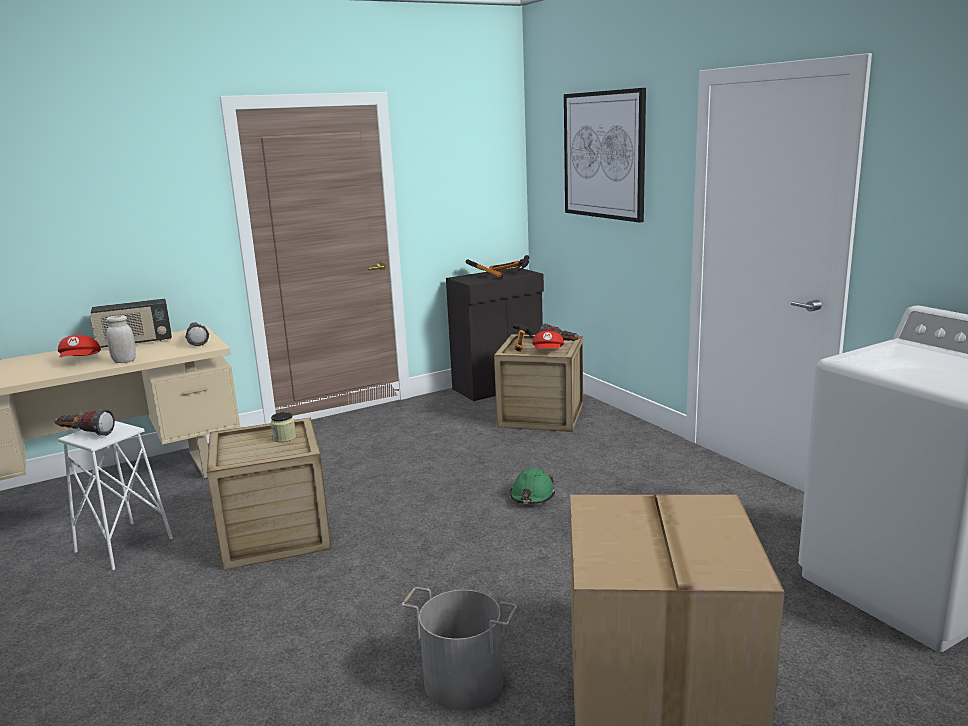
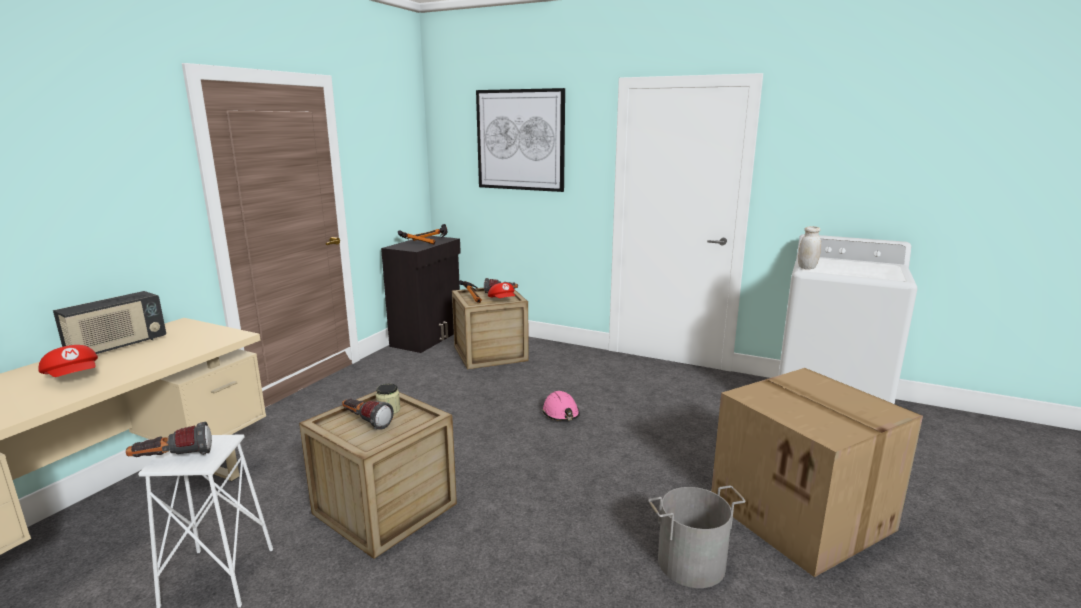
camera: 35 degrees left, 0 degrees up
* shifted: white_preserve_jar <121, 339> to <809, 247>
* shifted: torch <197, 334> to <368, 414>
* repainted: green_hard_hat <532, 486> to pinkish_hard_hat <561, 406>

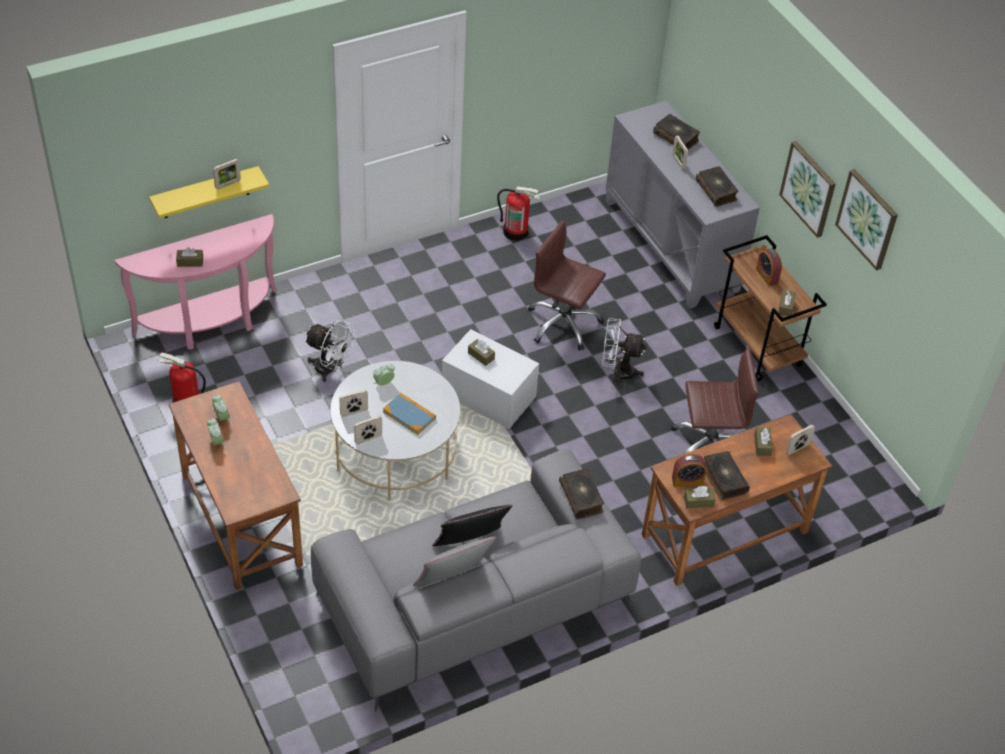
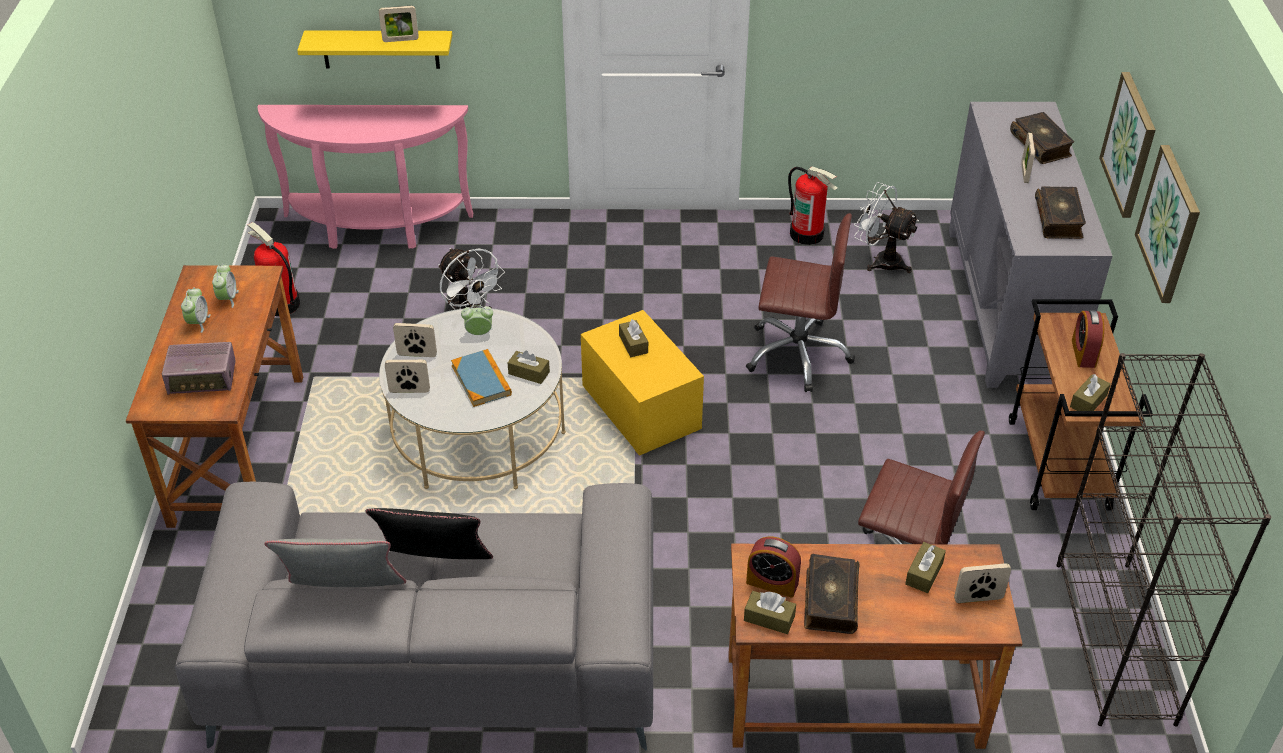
camera: 30 degrees right, 5 degrees down
* shifted: wall_art <866, 219> to <1127, 145>
* rotated: brown-coloured_computer_chair <567, 285> = <800, 302> 135 degrees clockwise
* shifted: brown-coloured_tissue_box <189, 257> to <528, 367>
* shifted: white_fan <624, 351> to <886, 227>
* repainted: white_storage_container <490, 379> to yellow_storage_container <642, 383>
* gone: book <581, 493>
* new: radio_receiver <199, 368>
* new: black_shelving_unit <1163, 540>

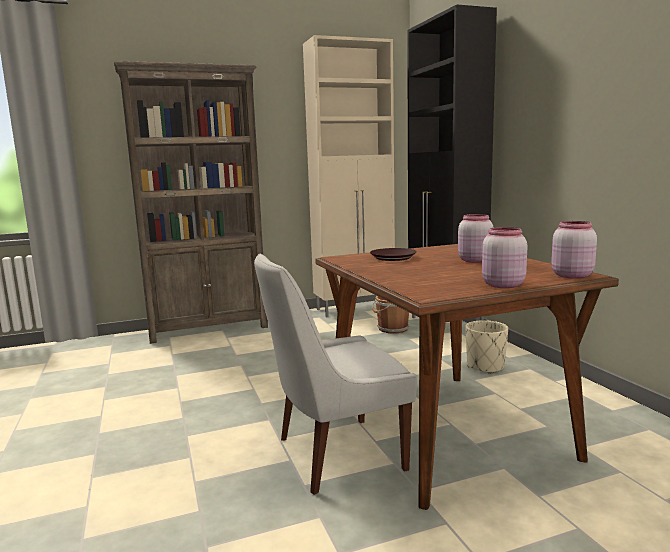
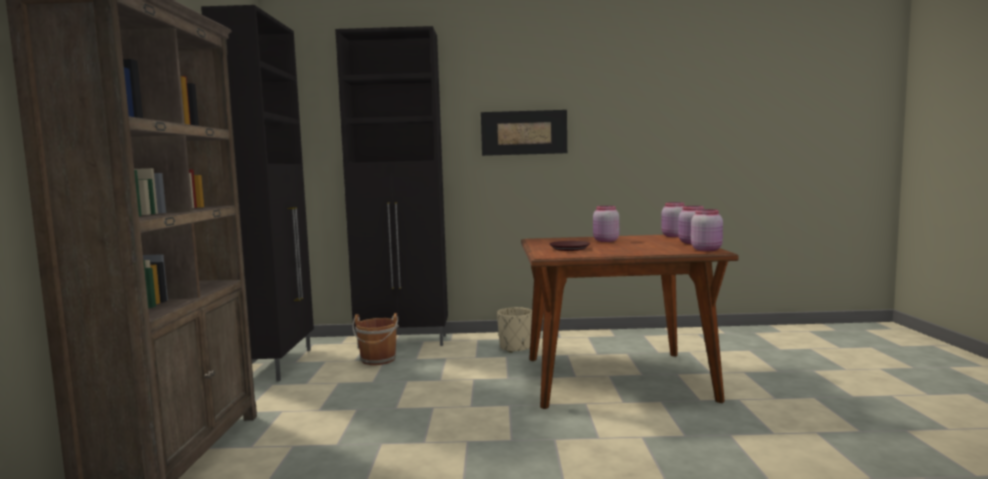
camera: 70 degrees left, 5 degrees down
* repainted: beige-coloured_cabinet <349, 176> to black_cabinet <257, 193>
* gone: white_upright_chair <335, 374>
* new: wall_art <524, 133>
* new: pinkish_preserve_jar <707, 230>

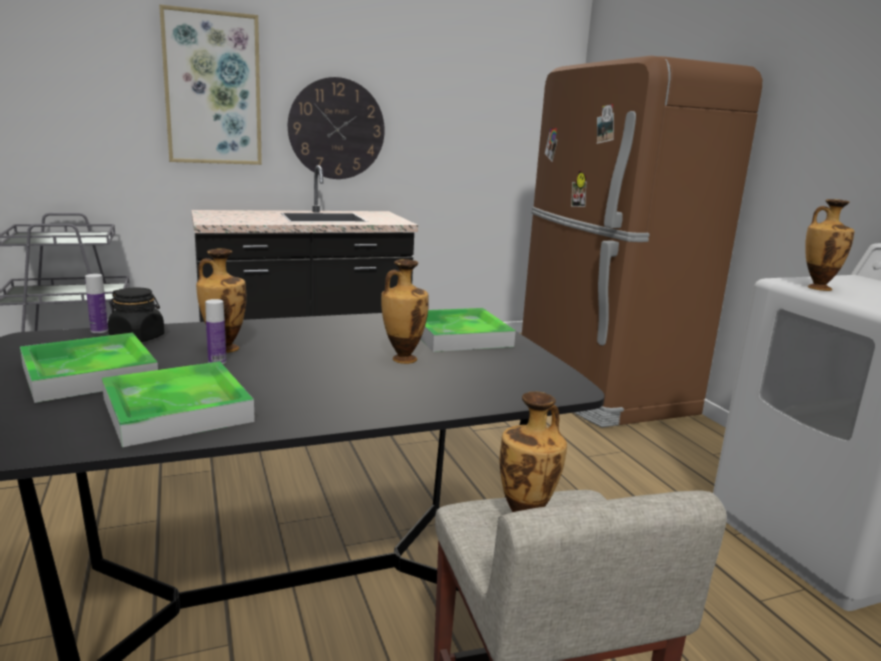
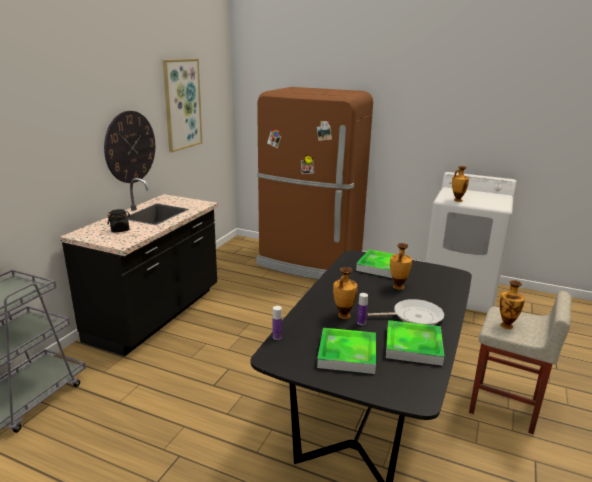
camera: 45 degrees left, 5 degrees up
* shifted: wall_art <210, 84> to <182, 105>
* shifted: black_preserve_jar <136, 315> to <118, 220>
* new: skillet <406, 312>

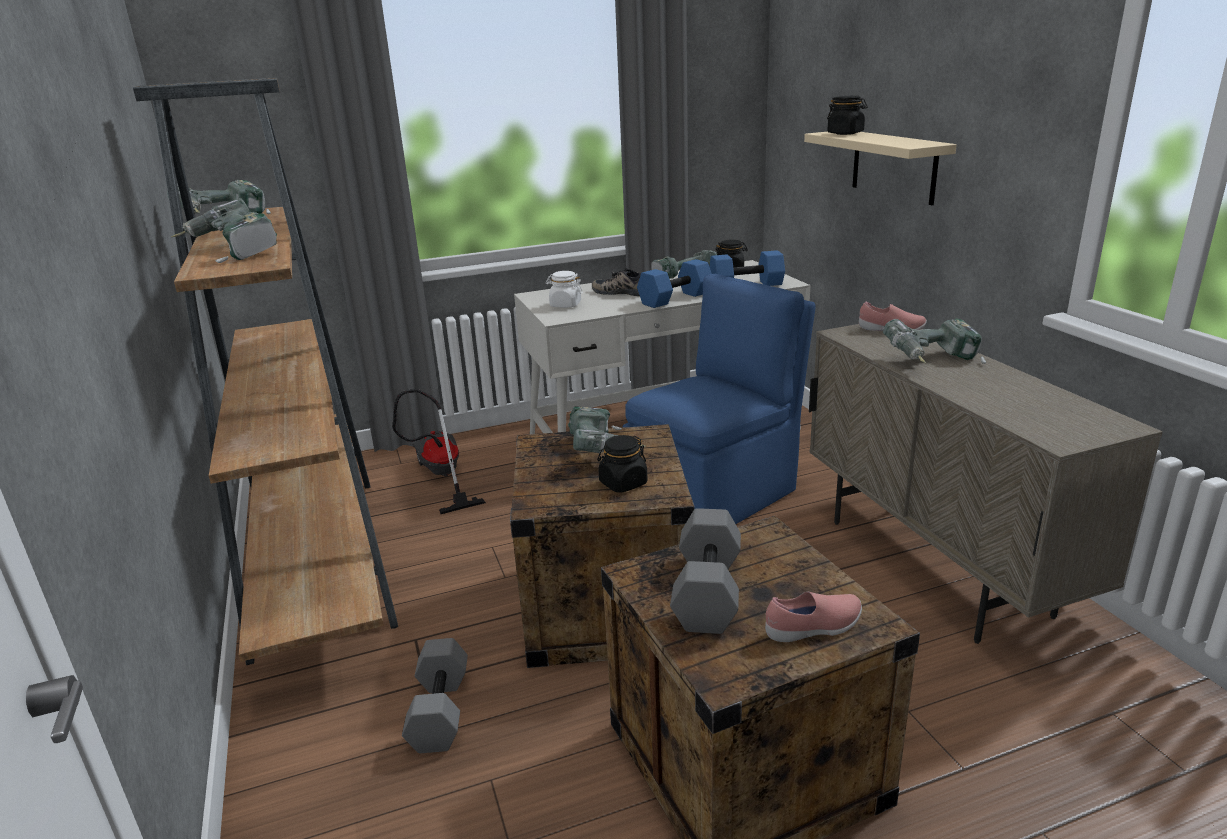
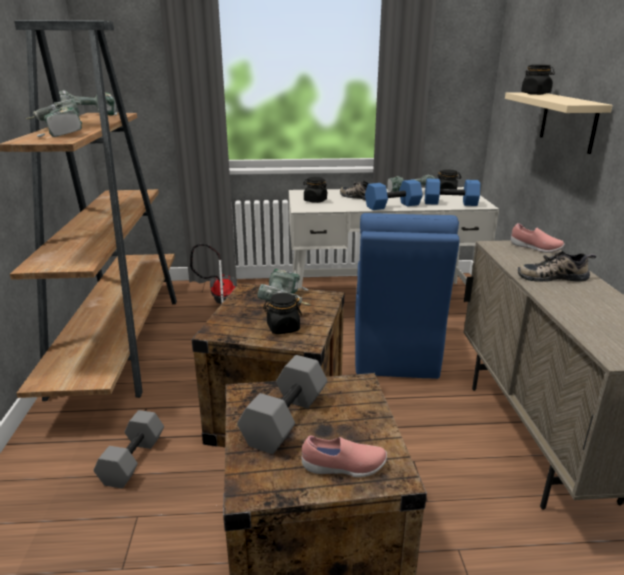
camera: 15 degrees right, 0 degrees up
* repainted: white_preserve_jar <564, 289> to black_preserve_jar <315, 190>
* rotated: bluish_upright_chair <719, 399> = <407, 296> 120 degrees clockwise
* swapped: power_drill <934, 341> to shoe <557, 266>

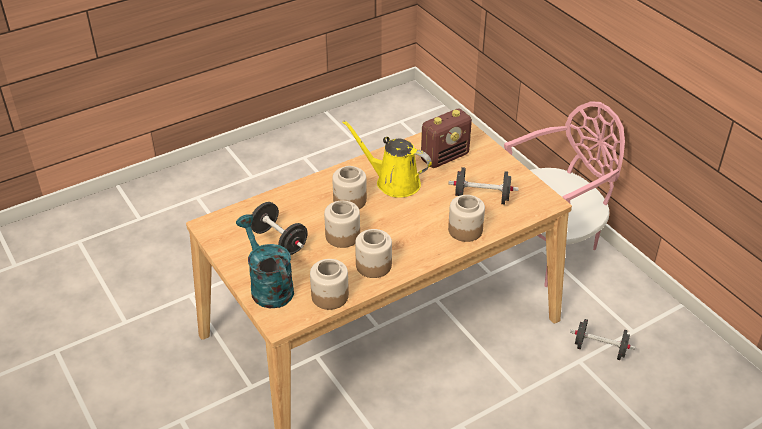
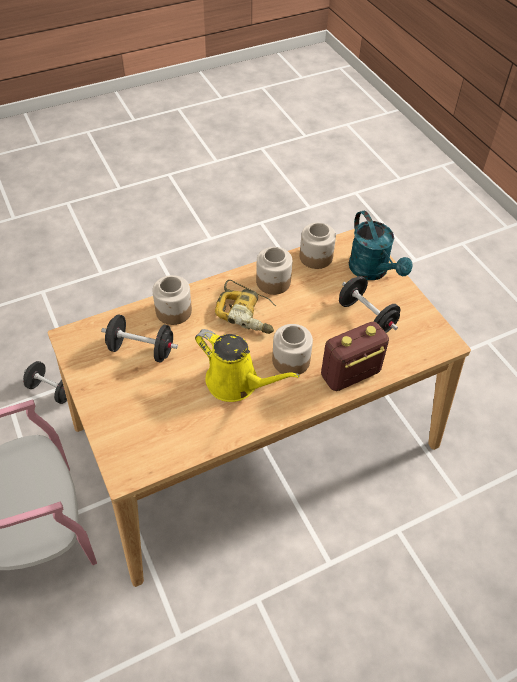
camera: 175 degrees left, 10 degrees up
* shifted: radio_receiver <446, 138> to <355, 356>
* gone: preserve_jar <342, 224>
* new: power_drill <245, 307>

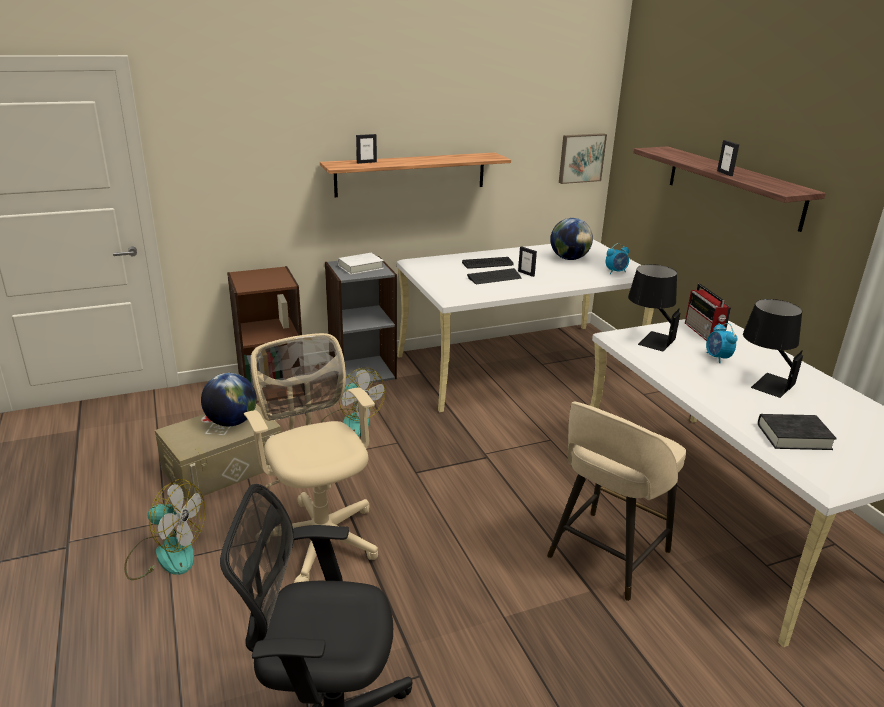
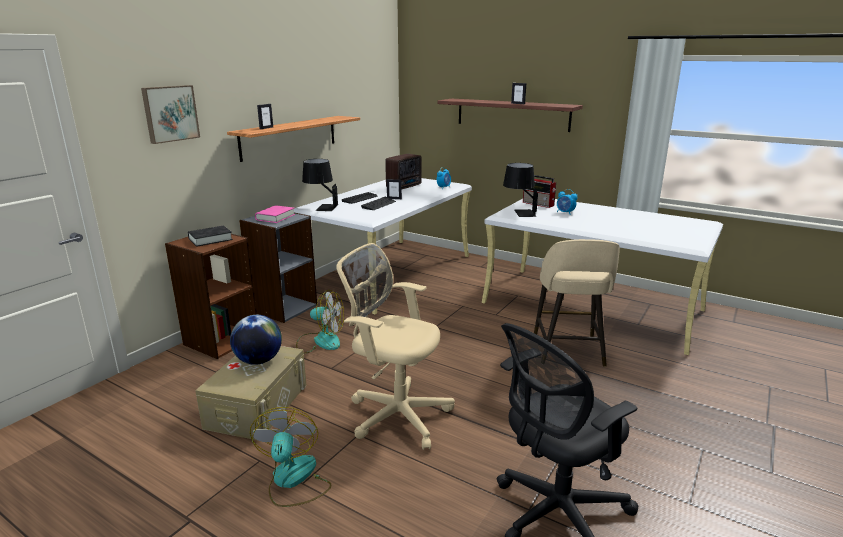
camera: 35 degrees left, 5 degrees down
* shifted: wall_art <583, 158> to <170, 114>
* swapped: globe <571, 239> to radio_receiver <403, 171>
* repainted: white_book <361, 264> to pinkish_book <275, 214>
* shifted: black_lamp_for_a_table <773, 348> to <320, 185>
* shifted: black_book <797, 432> to <210, 236>
* rotated: fan <164, 529> = <290, 457> 75 degrees counterclockwise

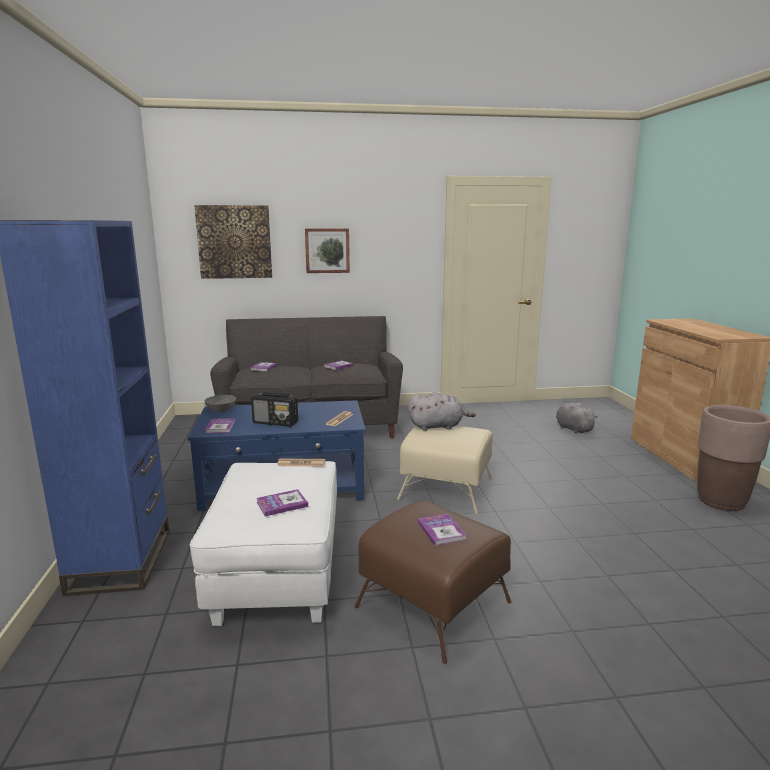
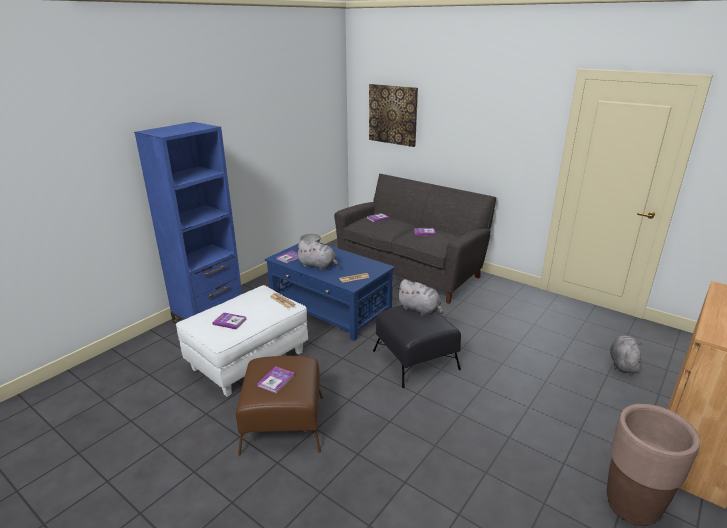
camera: 45 degrees right, 10 degrees up
* gone: wall_art <327, 250>
* swapped: radio_receiver <274, 409> to gray_soft_toy <316, 255>
* repainted: beige-coloured_footrest <445, 469> to black_footrest <417, 346>

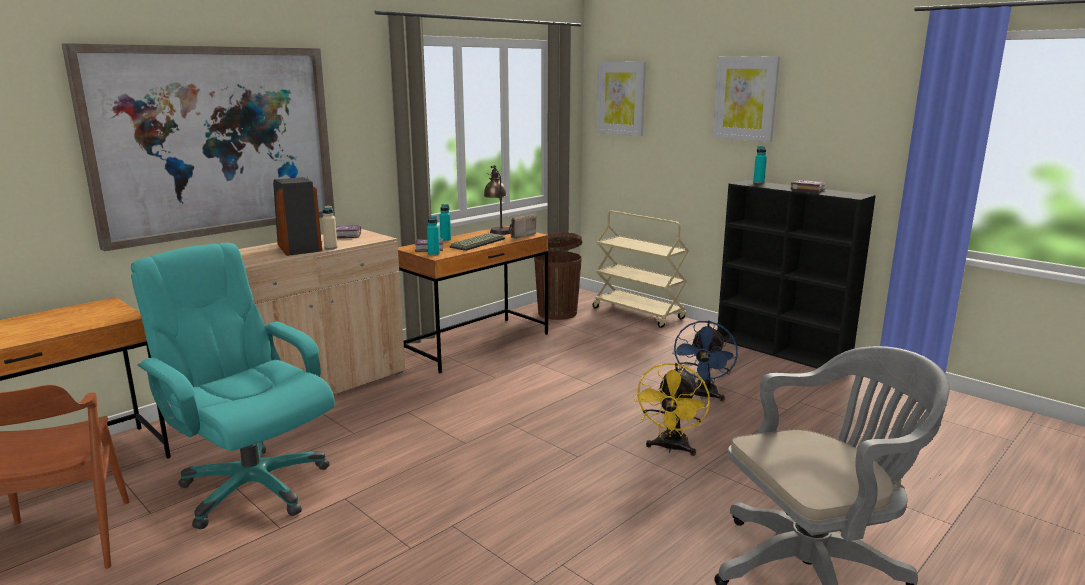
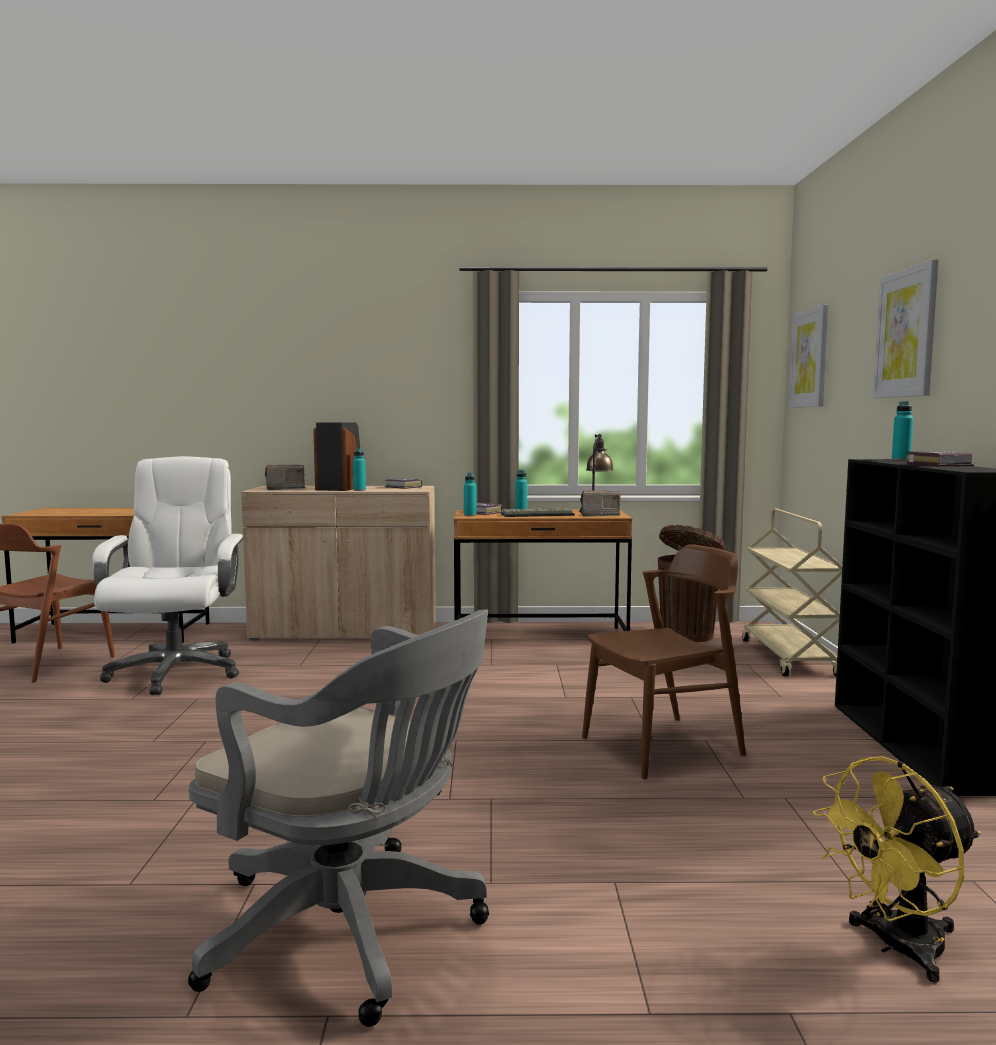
camera: 45 degrees right, 10 degrees down
* gone: wall_art <198, 147>
* repainted: beige-coloured_bottle <330, 227> to blue-green_bottle <359, 469>
* repainted: blue-green_computer_chair <233, 386> to white_computer_chair <168, 575>
* swapped: bluish_fan <705, 361> to brown-coloured_upright_chair <664, 661>
* shifted: yellow_fan <672, 409> to <897, 869>
* new: radio_receiver <285, 477>

